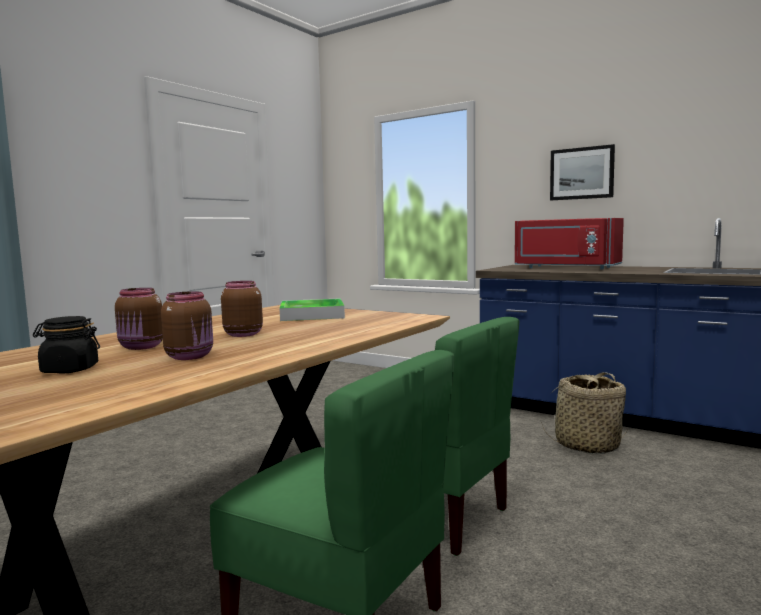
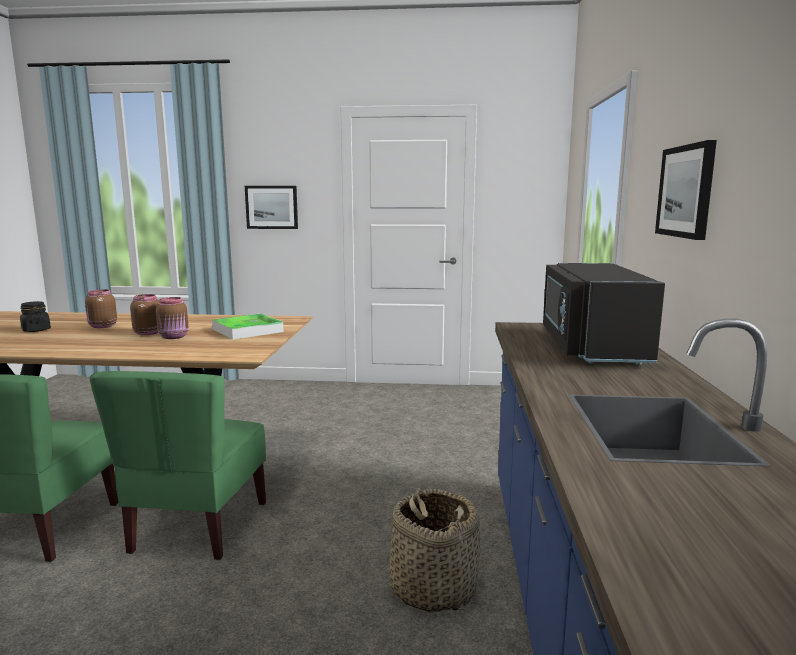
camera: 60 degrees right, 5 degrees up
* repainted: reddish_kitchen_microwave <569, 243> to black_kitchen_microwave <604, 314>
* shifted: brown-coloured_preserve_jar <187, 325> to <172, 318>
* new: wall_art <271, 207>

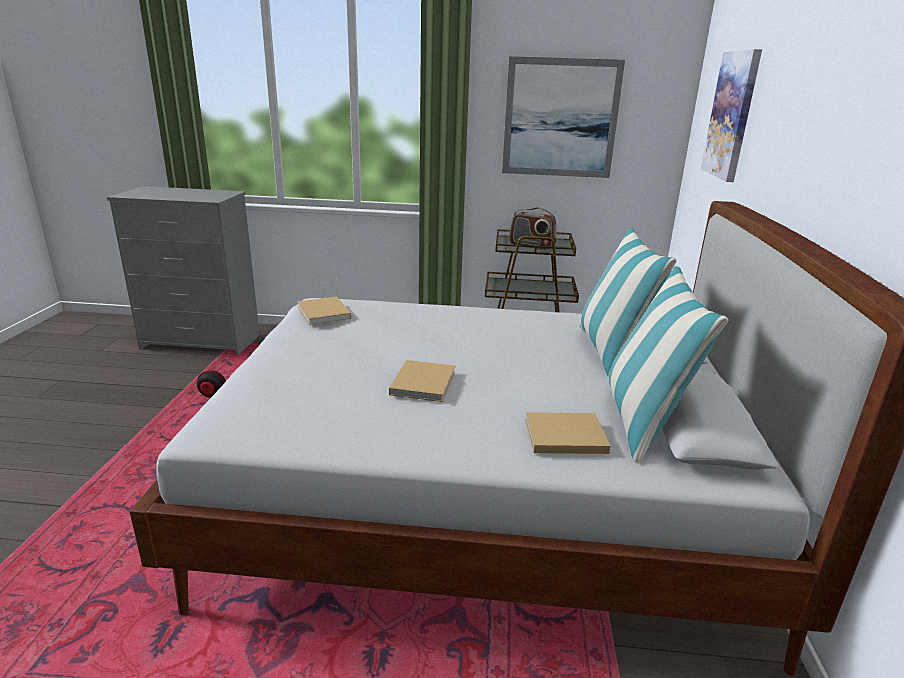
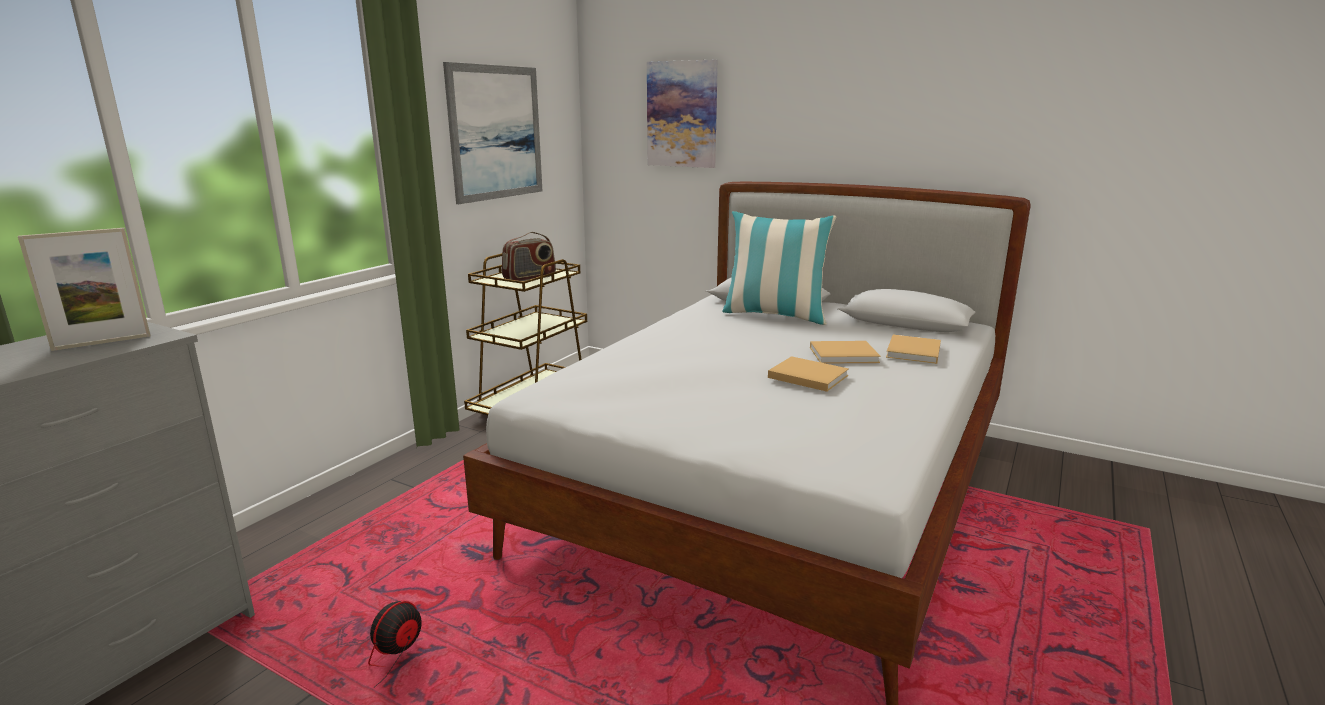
camera: 65 degrees left, 5 degrees down
* gone: pillow <668, 364>
* shifted: beige-coloured_book <324, 311> to <845, 352>
* new: photo_frame <84, 289>

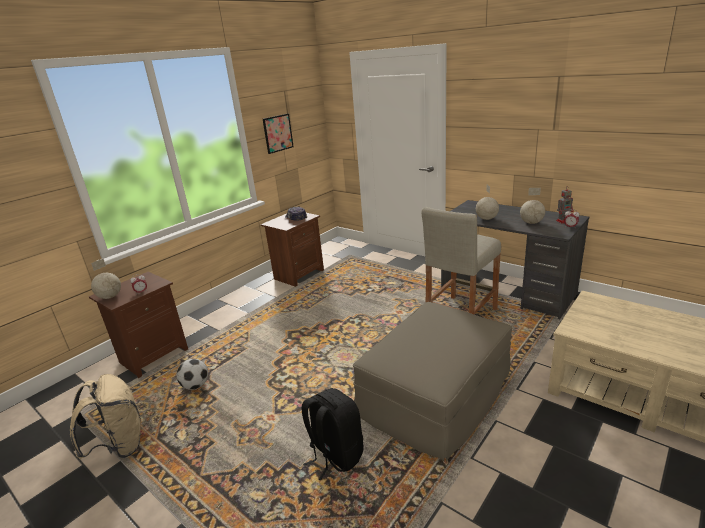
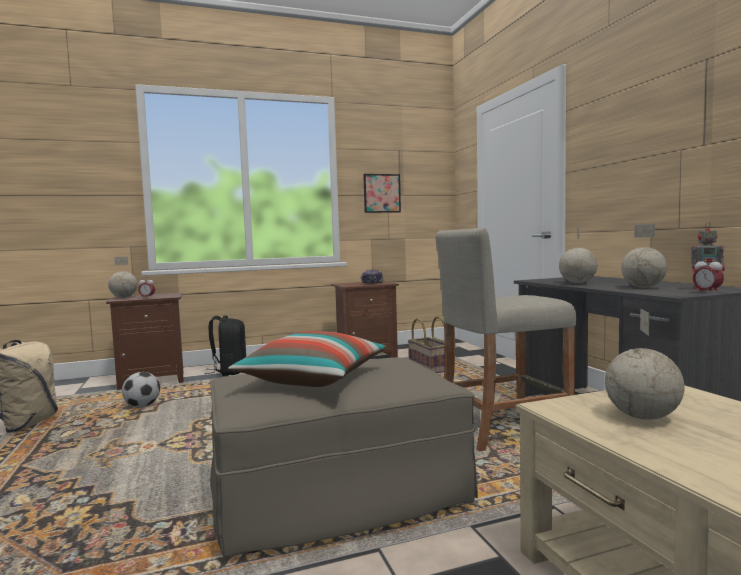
camera: 30 degrees right, 20 degrees down
* shifted: black_knapsack <332, 434> to <225, 345>
* new: globe <645, 364>
* new: basket <426, 344>
* new: pillow <307, 359>

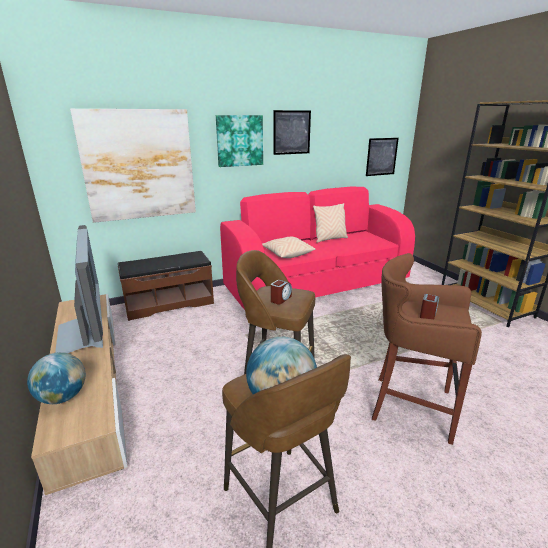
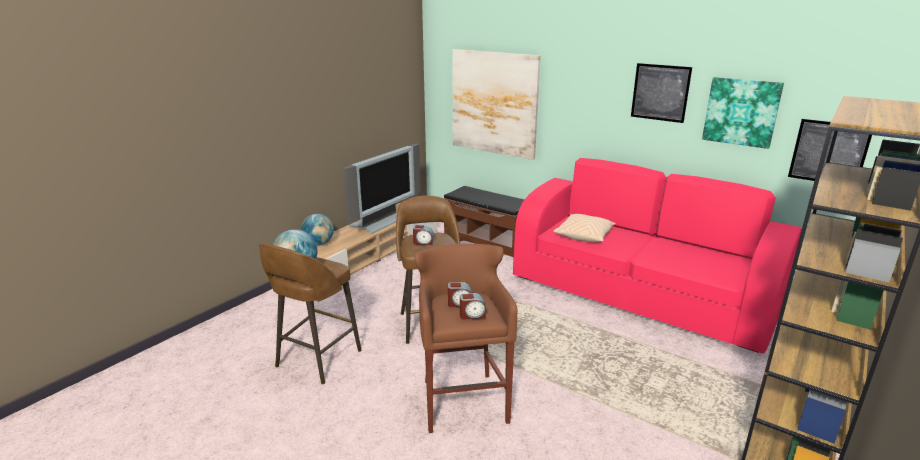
camera: 60 degrees right, 0 degrees up
* shifted: wall_art <239, 141> to <743, 113>
* gone: beige-coloured_pillow <330, 223>
* new: bedside_clock <473, 306>

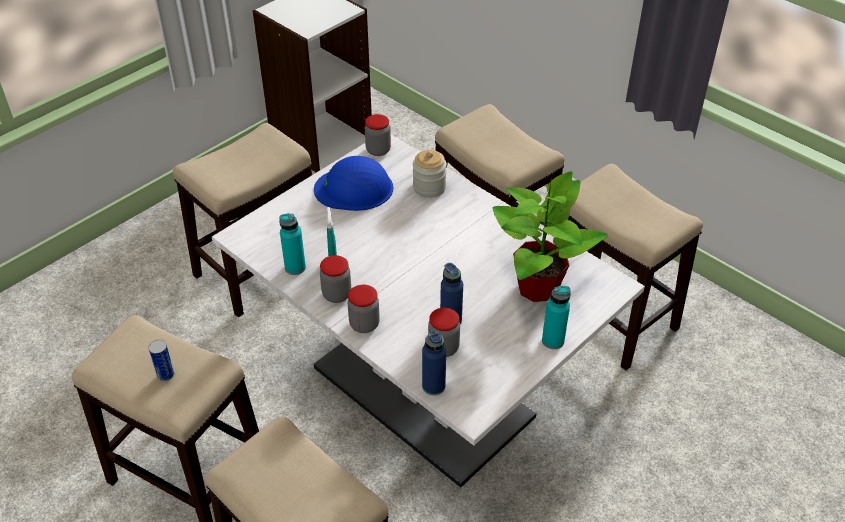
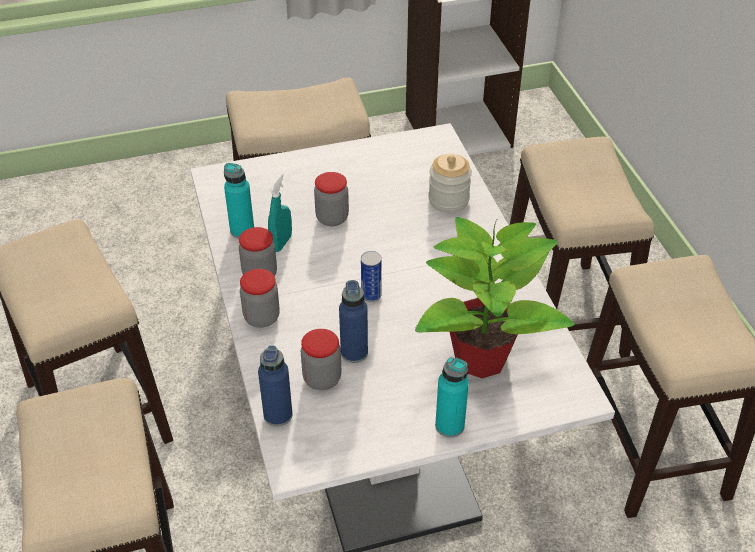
camera: 30 degrees right, 0 degrees up
* shifted: preserve_jar <378, 135> to <331, 199>
* gone: bluish_hard_hat <353, 183>
* shifted: metal_can <161, 360> to <371, 276>

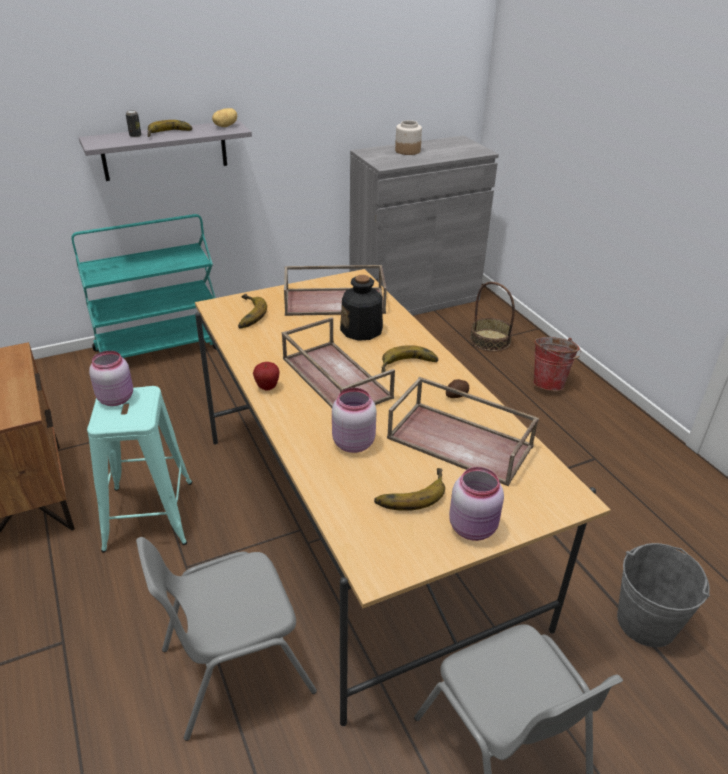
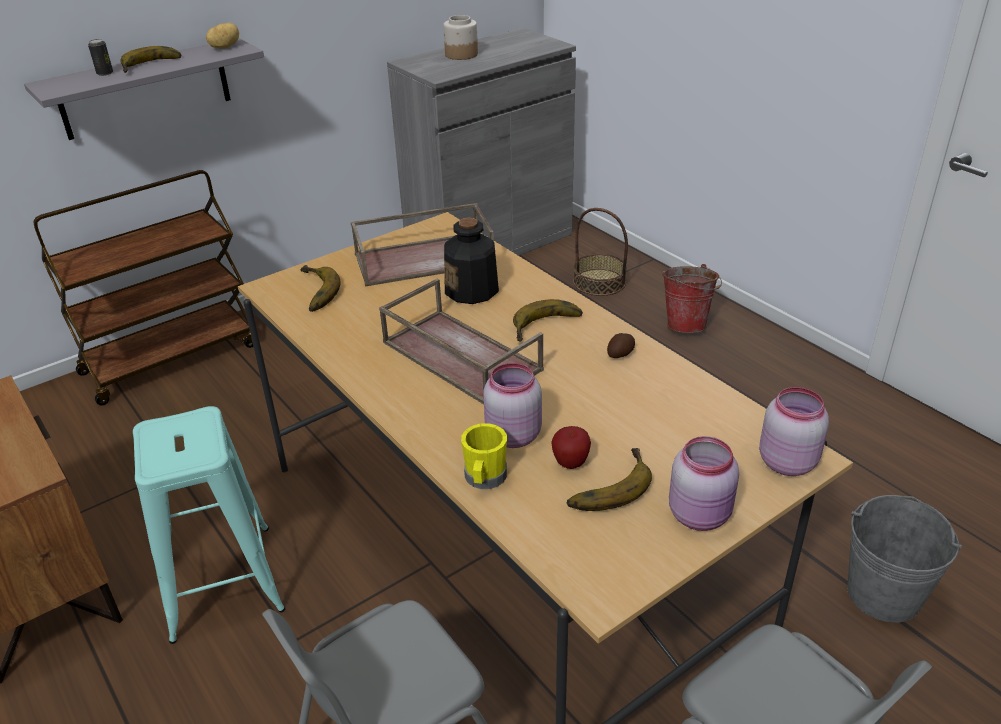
camera: 10 degrees left, 0 degrees up
* repainted: blue-green_trolley <144, 286> to brown-coloured_trolley <143, 288>
* shifted: pinkish_preserve_jar <111, 378> to <794, 431>
* shifted: apple_fruit <266, 376> to <571, 447>
* gone: brown-coloured_carrying_tray <463, 431>
* new: yellow_mug <484, 456>

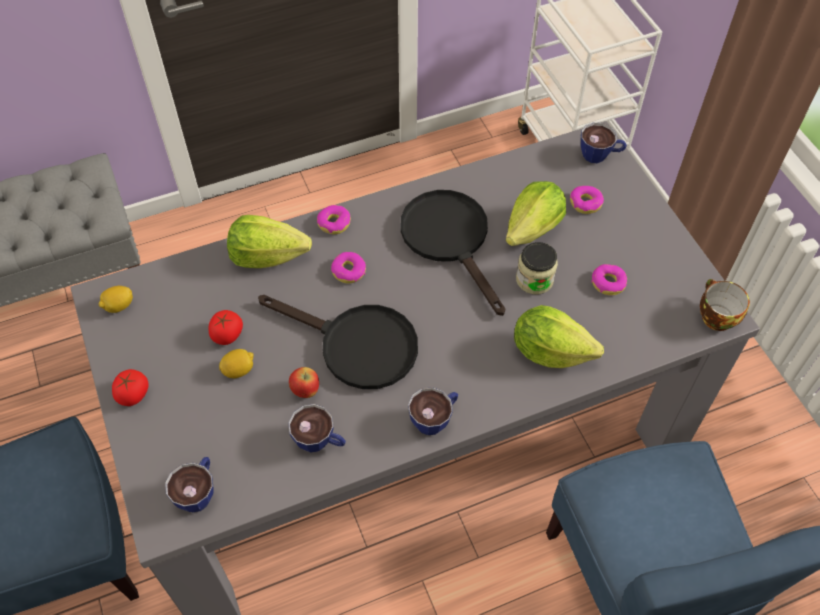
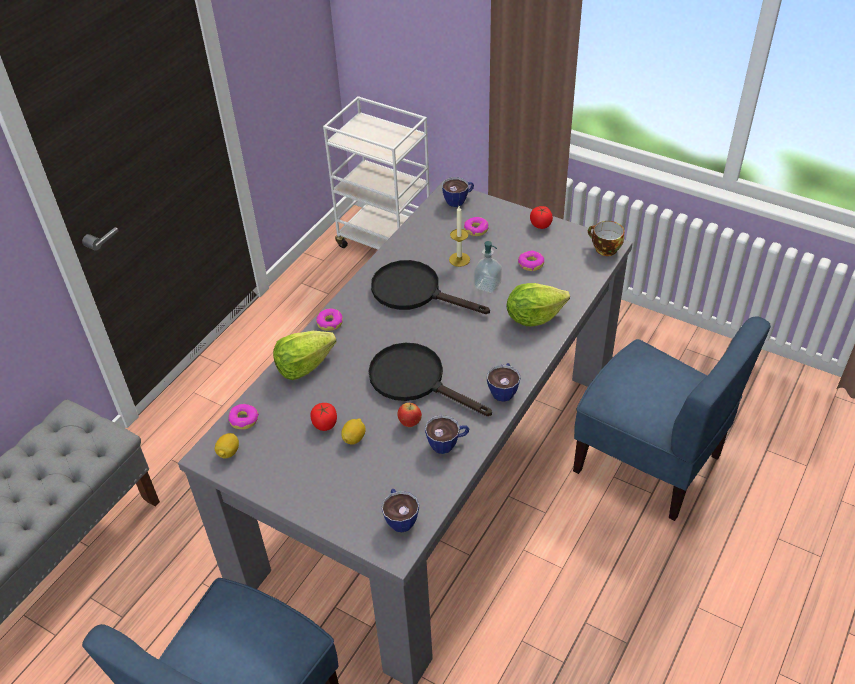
camera: 35 degrees left, 10 degrees down
* swapped: lettuce <536, 213> to wax_candle <459, 236>
* swapped: preserve_jar <537, 268> to soap_dispenser <488, 267>
* shifted: ring_doughnut <348, 267> to <243, 417>
* rotated: black_skillet <338, 342> = <430, 379> 135 degrees counterclockwise
* shifted: whole_tomato <130, 387> to <541, 217>

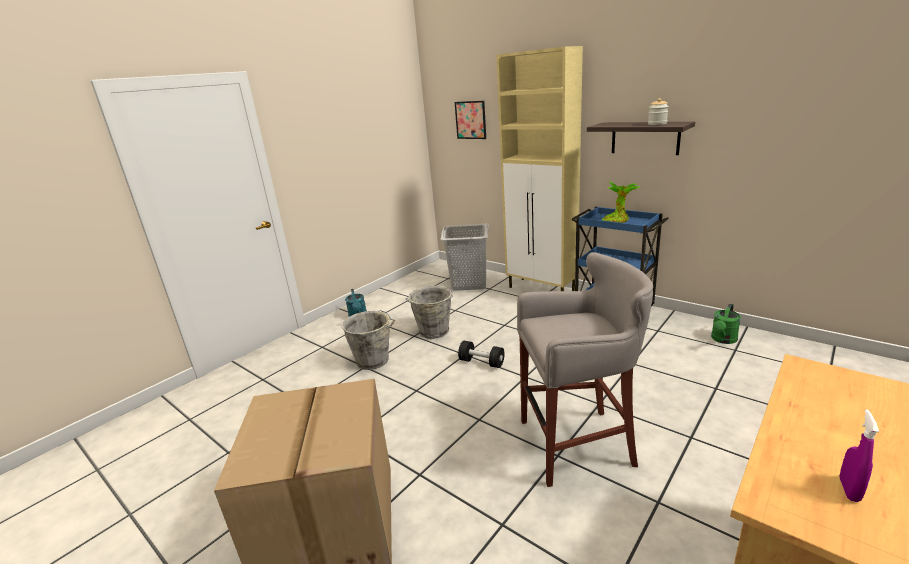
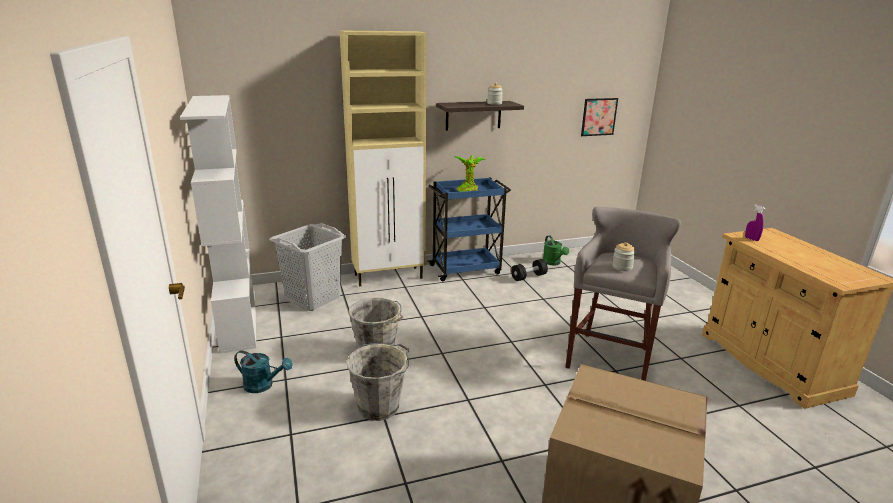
camera: 60 degrees left, 0 degrees up
* shifted: wall_art <470, 120> to <599, 117>
* shifted: black_free_weight <481, 354> to <529, 270>
* shifted: purple_hand_sprayer <859, 456> to <755, 222>
* new: white_shelving_unit <218, 224>
* new: preserve_jar <624, 256>

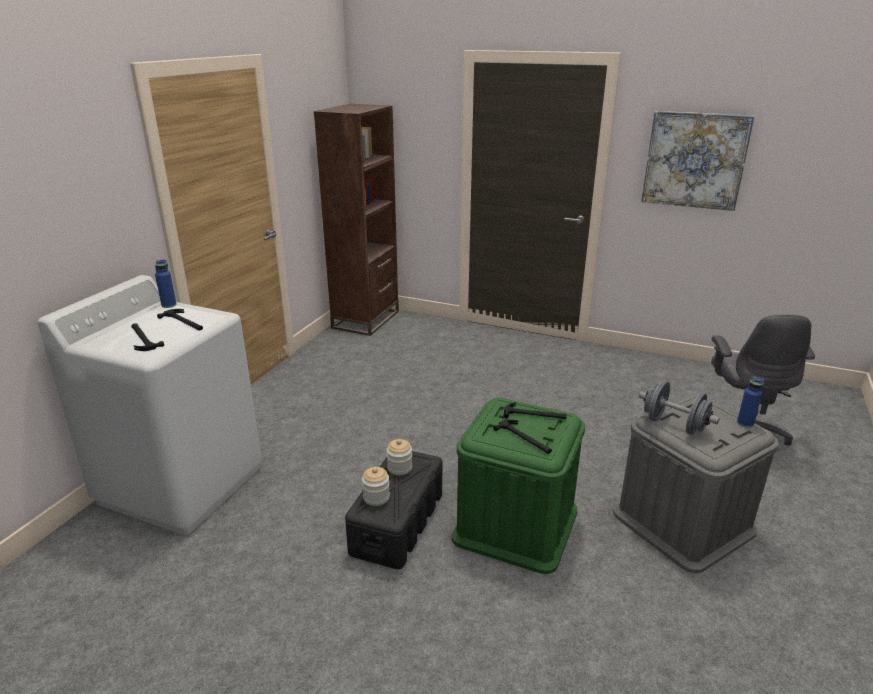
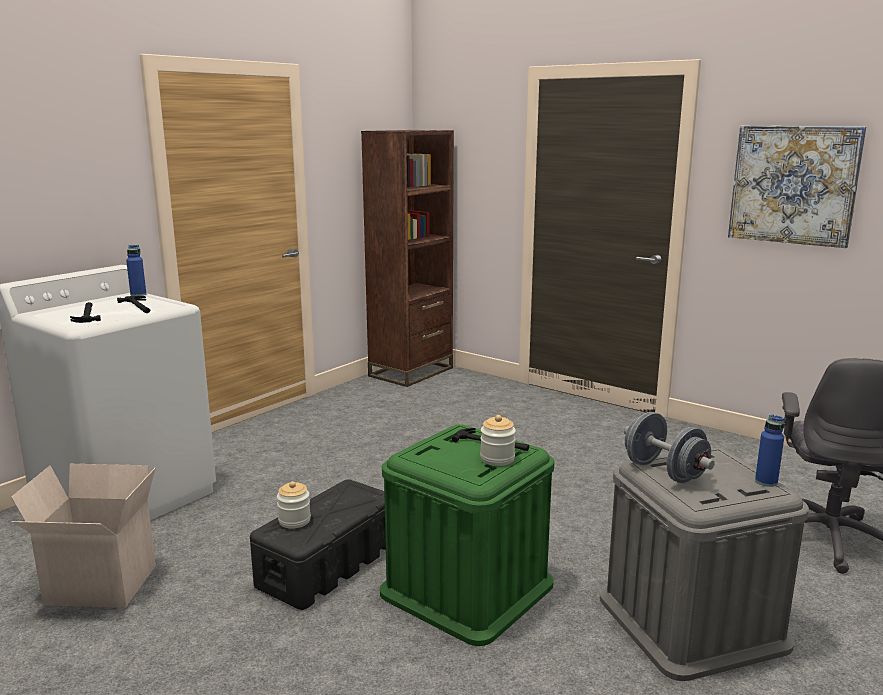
camera: 15 degrees right, 10 degrees down
* gone: hand_hammer <522, 436>
* shifted: preserve_jar <399, 457> to <498, 440>
* new: packing_box <83, 536>

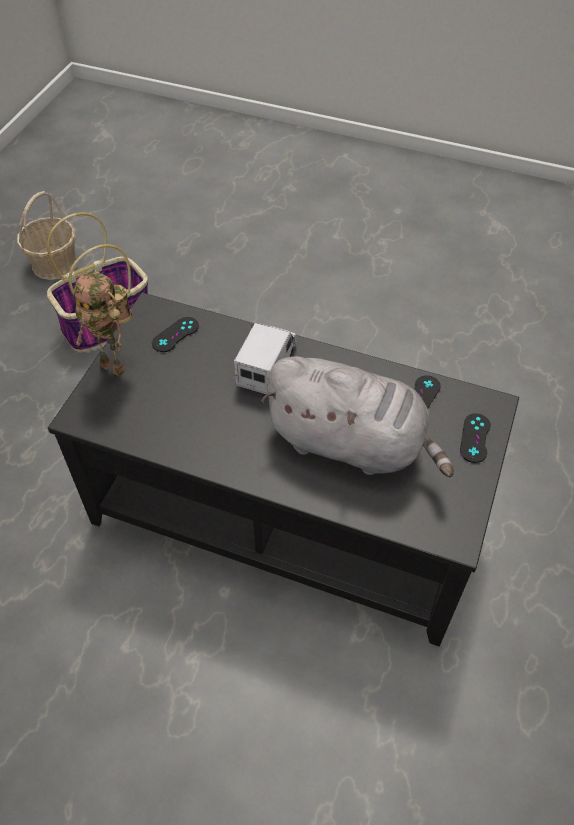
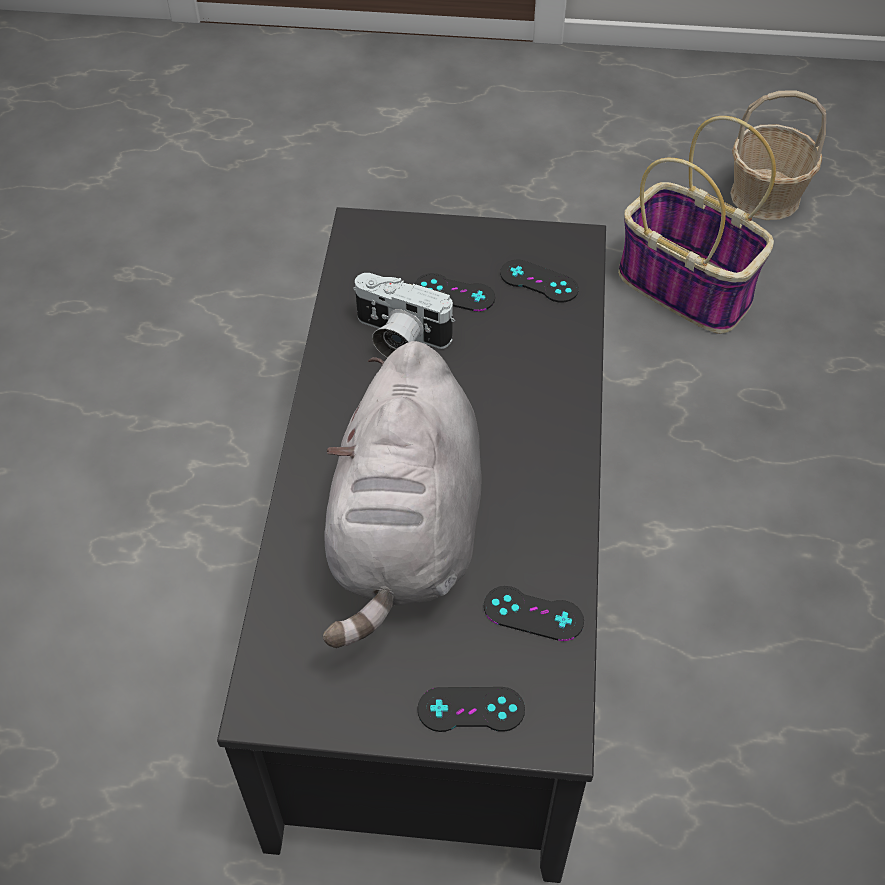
camera: 75 degrees right, 0 degrees up
* gone: toy_robot <103, 324>
* gone: model_truck <265, 358>
* new: photo_camera <404, 315>
* new: black_gamepad <455, 292>

